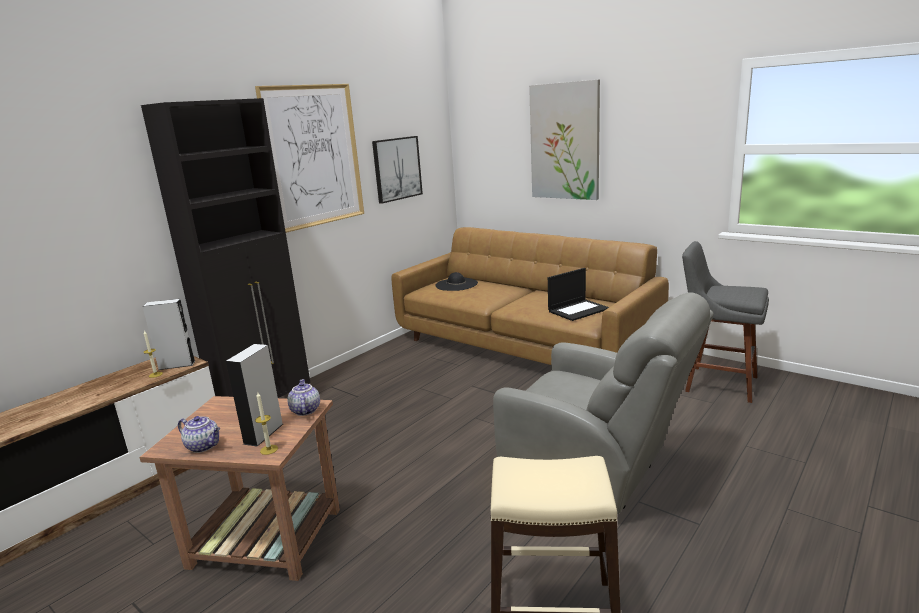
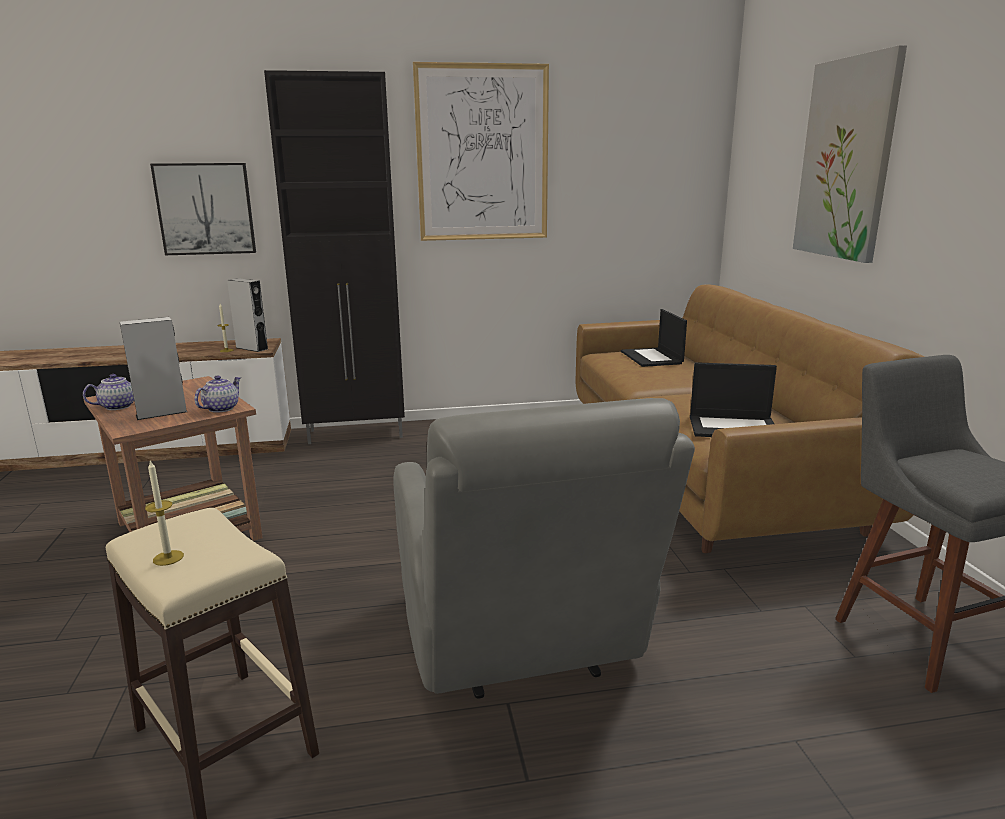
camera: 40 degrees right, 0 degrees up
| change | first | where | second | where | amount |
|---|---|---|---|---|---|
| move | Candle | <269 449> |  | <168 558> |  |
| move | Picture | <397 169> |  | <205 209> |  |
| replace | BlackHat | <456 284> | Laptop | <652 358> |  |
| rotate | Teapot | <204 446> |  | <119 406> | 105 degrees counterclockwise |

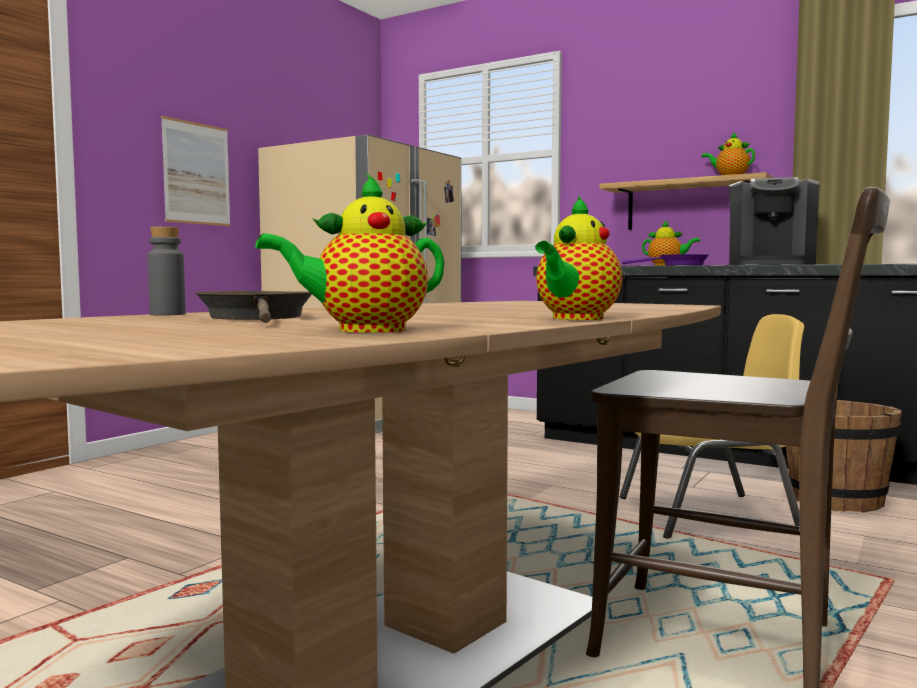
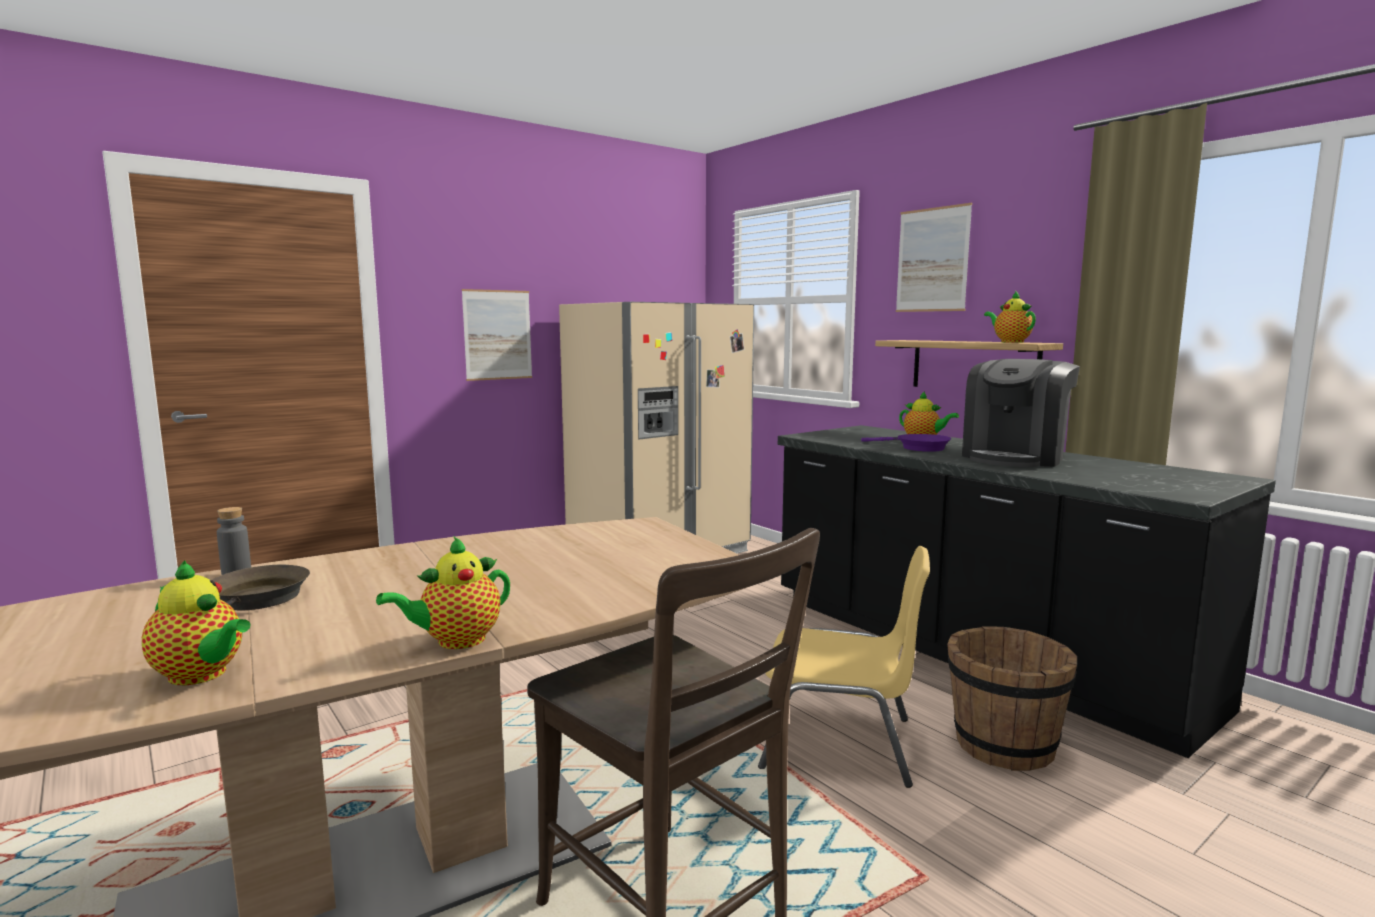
camera: 20 degrees right, 5 degrees up
| change | first | where | second | where | amount |
|---|---|---|---|---|---|
| insert |  |  | Picture | <932 260> |  |
| rotate | Teapot | <363 330> |  | <201 675> | 150 degrees counterclockwise |

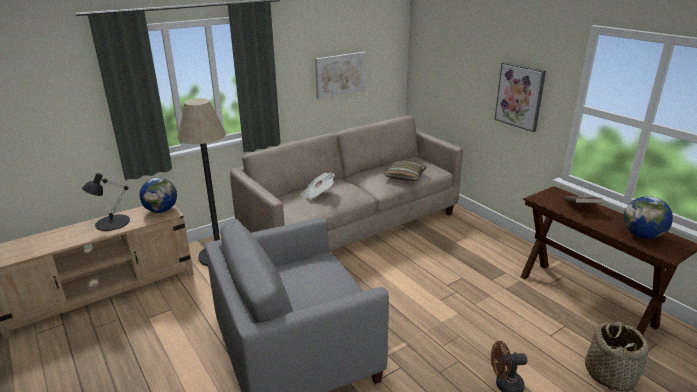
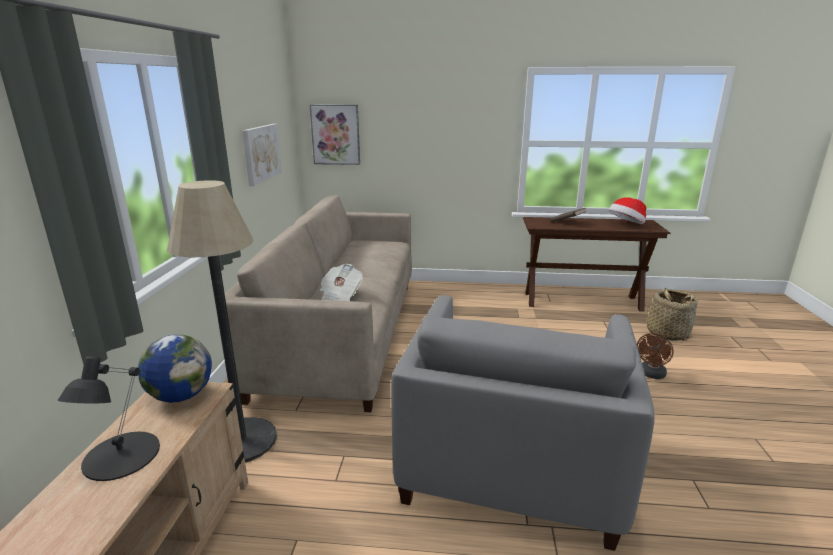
camera: 50 degrees left, 5 degrees down
| change | first | where | second | where | amount |
|---|---|---|---|---|---|
| delete | Pillow | <405 176> |  |  |  |
| move | Picture | <519 96> |  | <335 134> |  |
| replace | Globe | <642 235> | Hat | <626 225> |  |

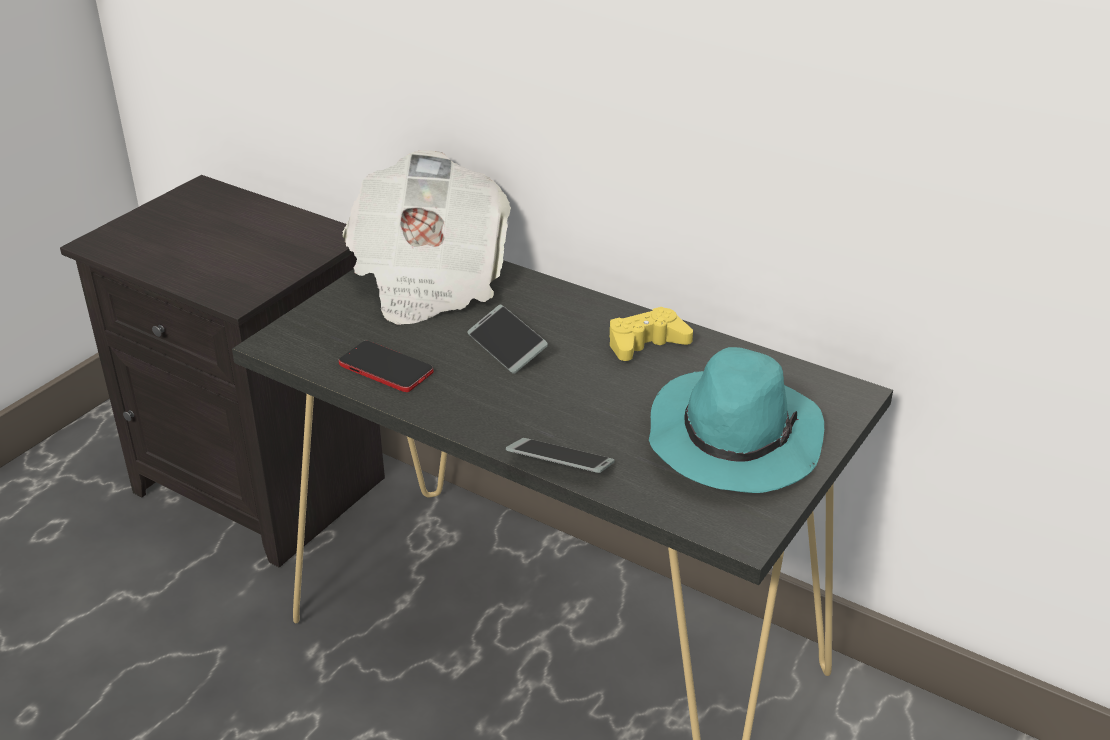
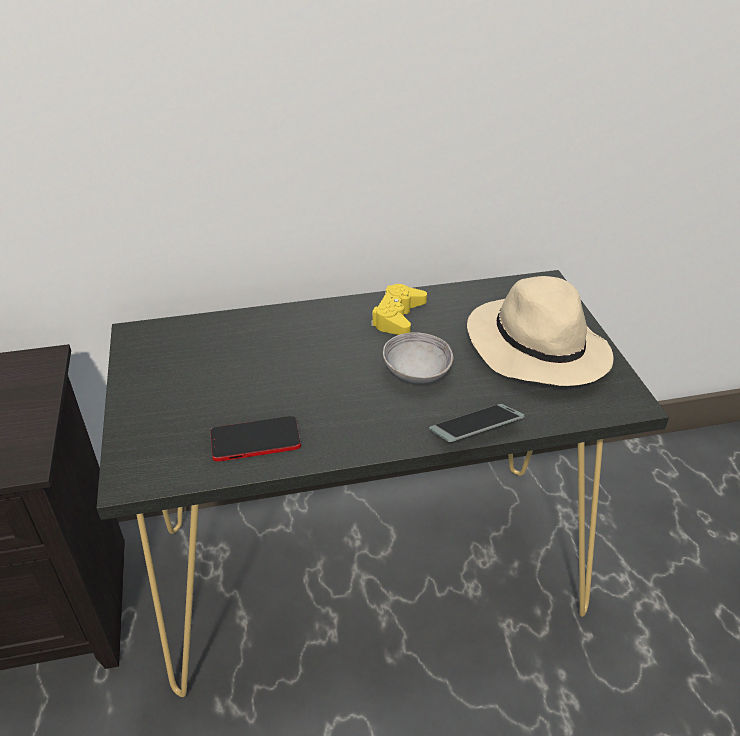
camera: 45 degrees left, 5 degrees up
| change | first | where | second | where | amount |
|---|---|---|---|---|---|
| delete | Newspaper | <428 279> |  |  |  |
| delete | Phone | <507 347> |  |  |  |
| insert |  |  | GreyBowl | <417 373> |  |
| recolor | TurquoiseHat | <733 438> | BeigeHat | <535 347> |  |

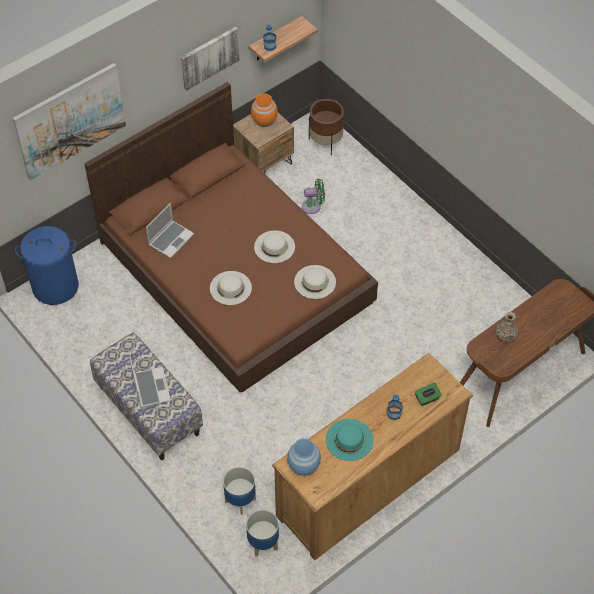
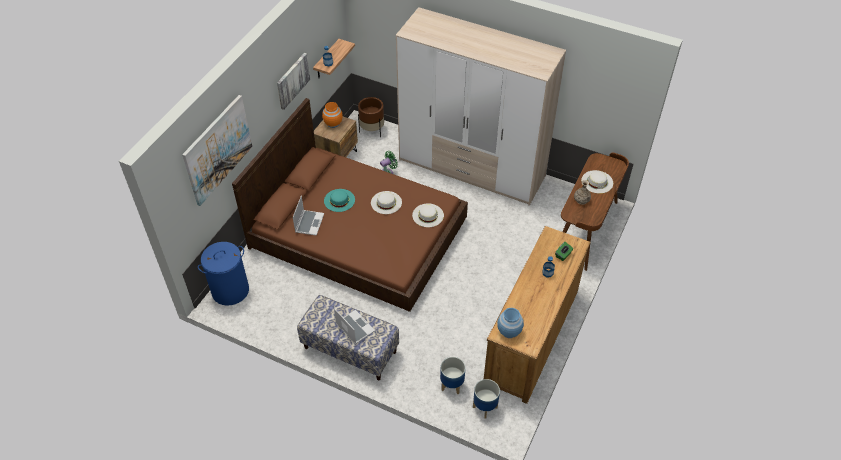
camera: 25 degrees left, 5 degrees down
| change | first | where | second | where | amount |
|---|---|---|---|---|---|
| insert |  |  | Wardrobe | <471 168> |  |
| move | WhiteHat | <230 288> |  | <597 181> |  |
| move | TurquoiseHat | <349 439> |  | <339 200> |  |

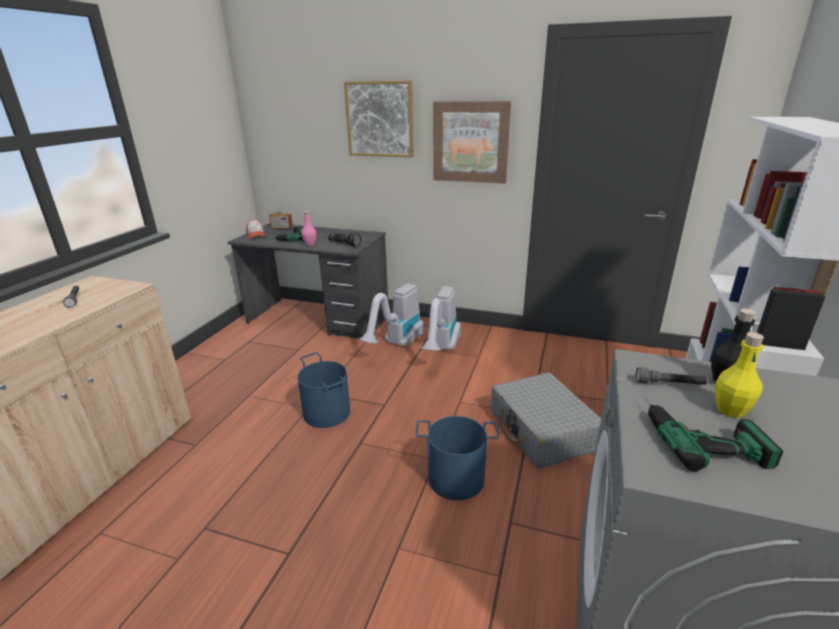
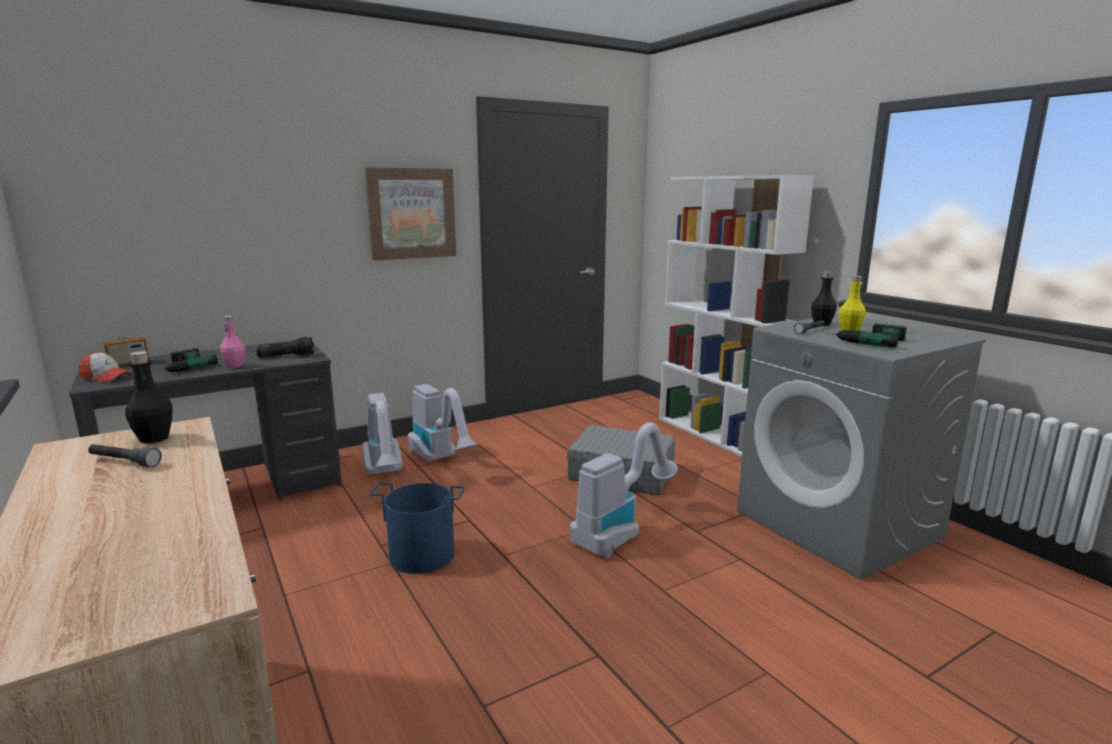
camera: 50 degrees left, 10 degrees down
| change | first | where | second | where | amount |
|---|---|---|---|---|---|
| delete | Picture | <380 119> |  |  |  |
| insert |  |  | BlackBottle | <154 438> |  |
| replace | BlueBucket | <456 477> | VacuumCleaner | <620 530> |  |

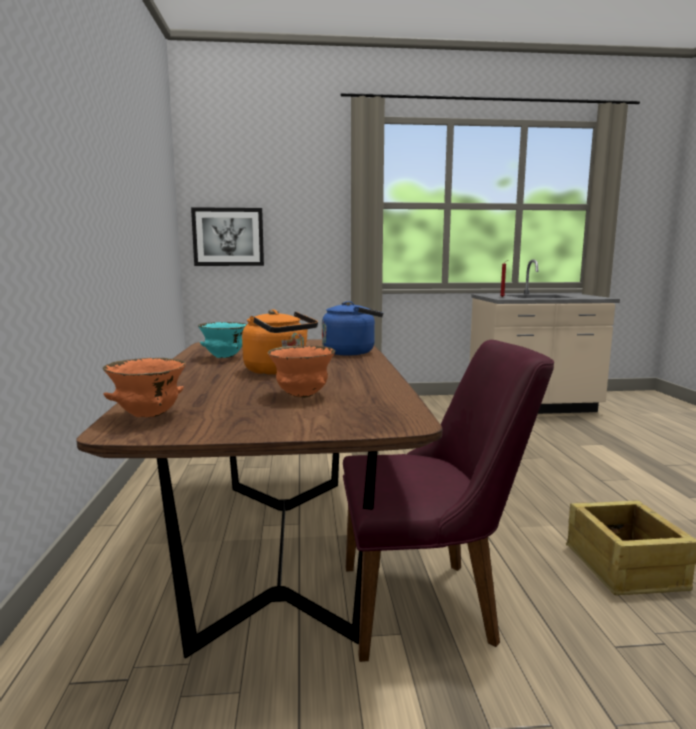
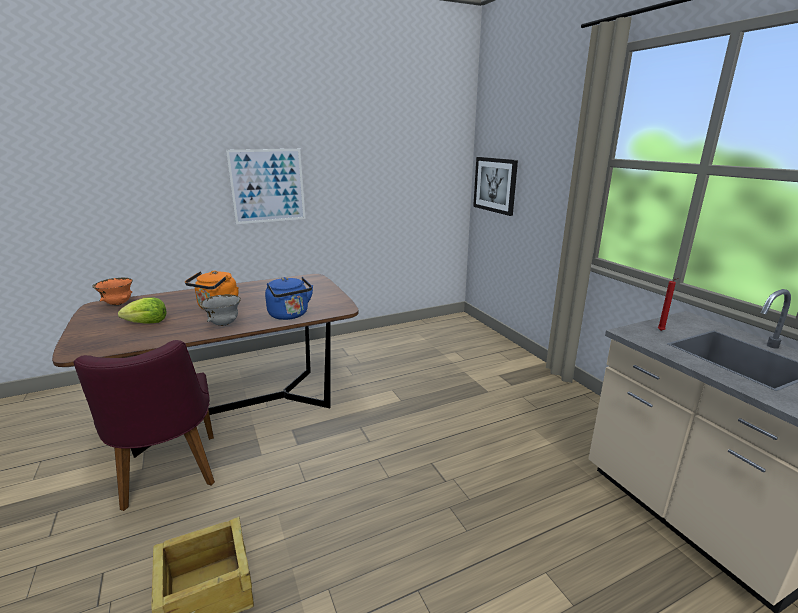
camera: 70 degrees right, 10 degrees up
| change | first | where | second | where | amount |
|---|---|---|---|---|---|
| delete | TurquoiseBowl | <224 357> |  |  |  |
| insert |  |  | GreyBowl | <224 324> |  |
| insert |  |  | Picture | <267 186> |  |
| replace | OrangeBowl | <302 396> | Lettuce | <147 323> |  |

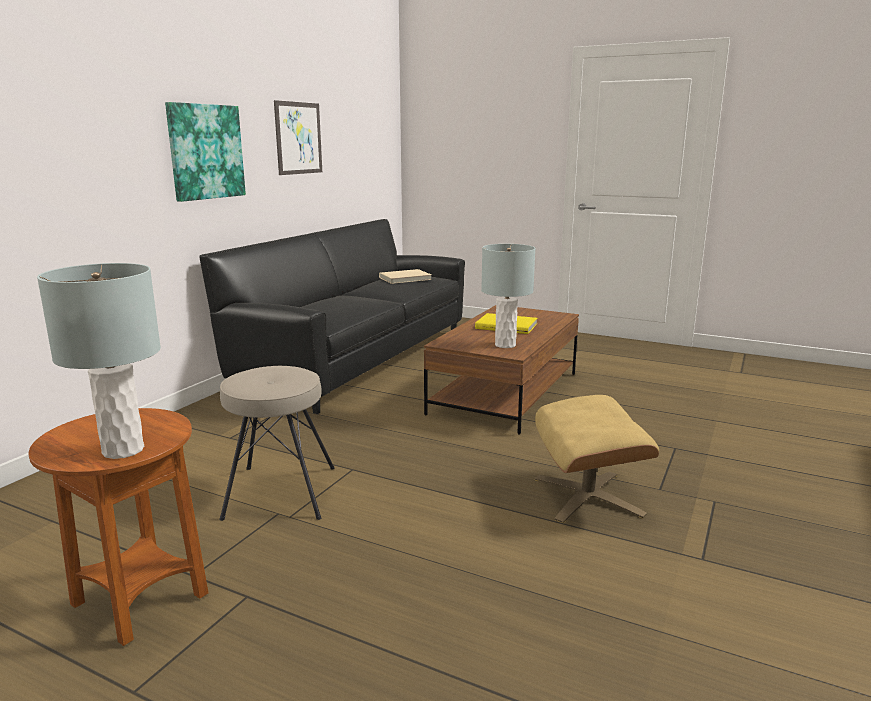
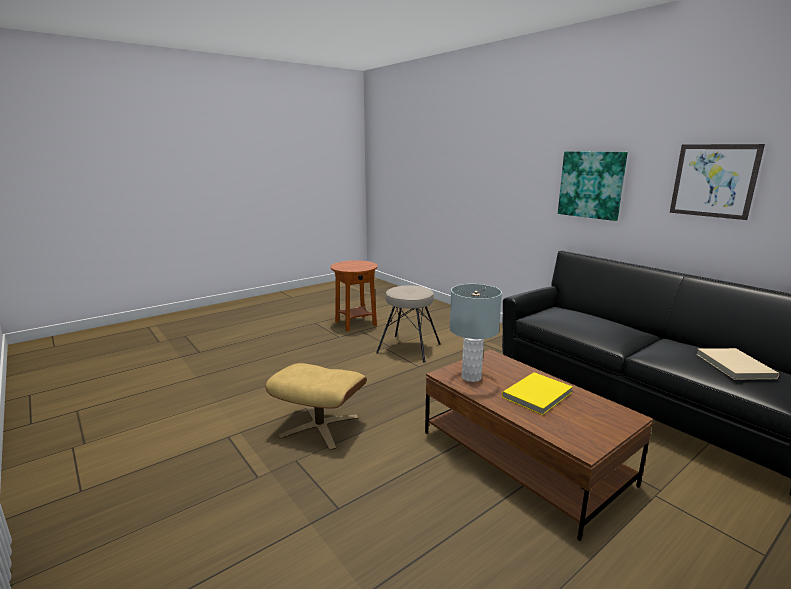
camera: 115 degrees right, 0 degrees up
| change | first | where | second | where | amount |
|---|---|---|---|---|---|
| delete | GreyTableLamp | <123 450> |  |  |  |

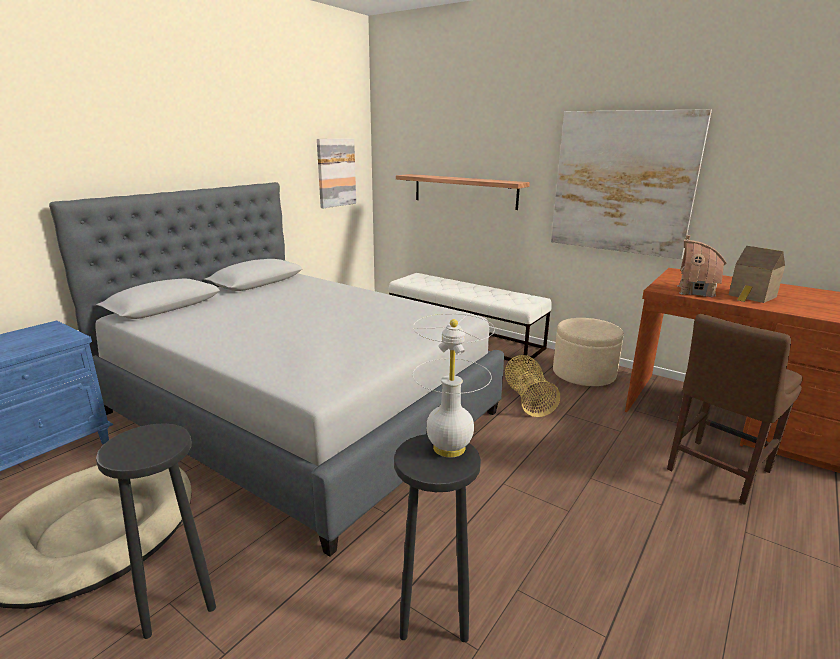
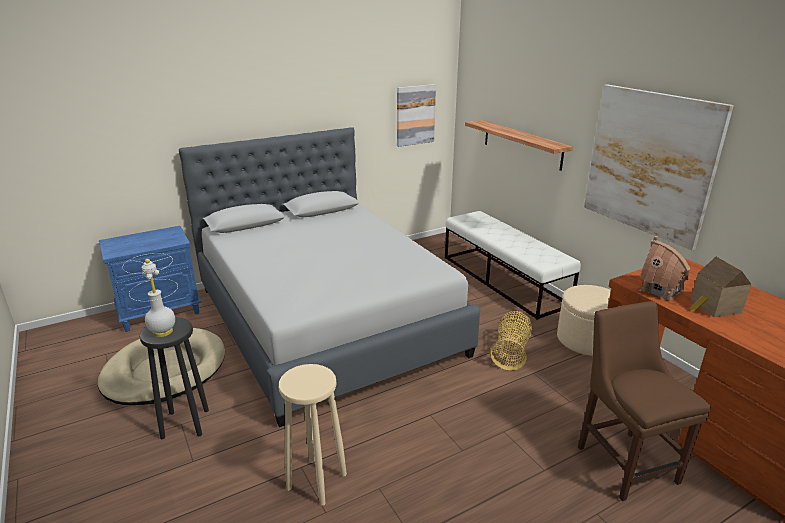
camera: 25 degrees right, 5 degrees up
| change | first | where | second | where | amount |
|---|---|---|---|---|---|
| move | WhiteTableLamp | <449 448> |  | <163 332> |  |
| recolor | BlackStool | <433 612> | BeigeStool | <316 482> |  |
| rotate | BrownChair | <715 472> |  | <624 460> | 90 degrees clockwise |

